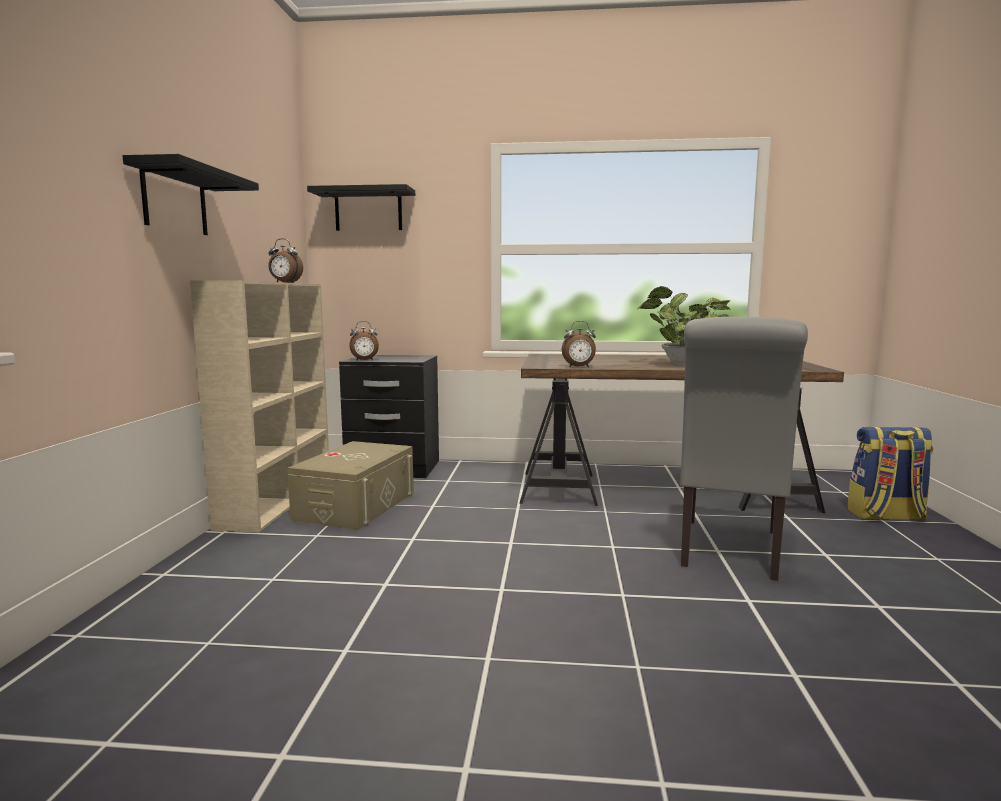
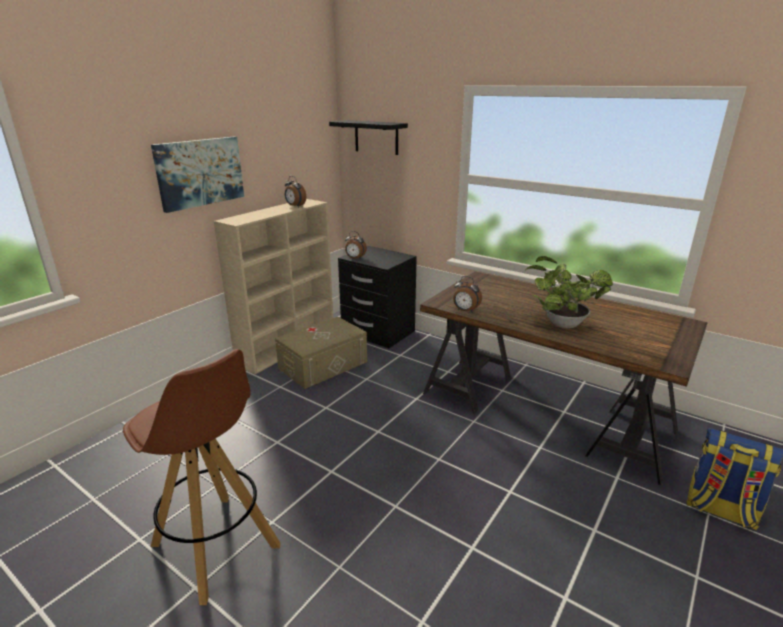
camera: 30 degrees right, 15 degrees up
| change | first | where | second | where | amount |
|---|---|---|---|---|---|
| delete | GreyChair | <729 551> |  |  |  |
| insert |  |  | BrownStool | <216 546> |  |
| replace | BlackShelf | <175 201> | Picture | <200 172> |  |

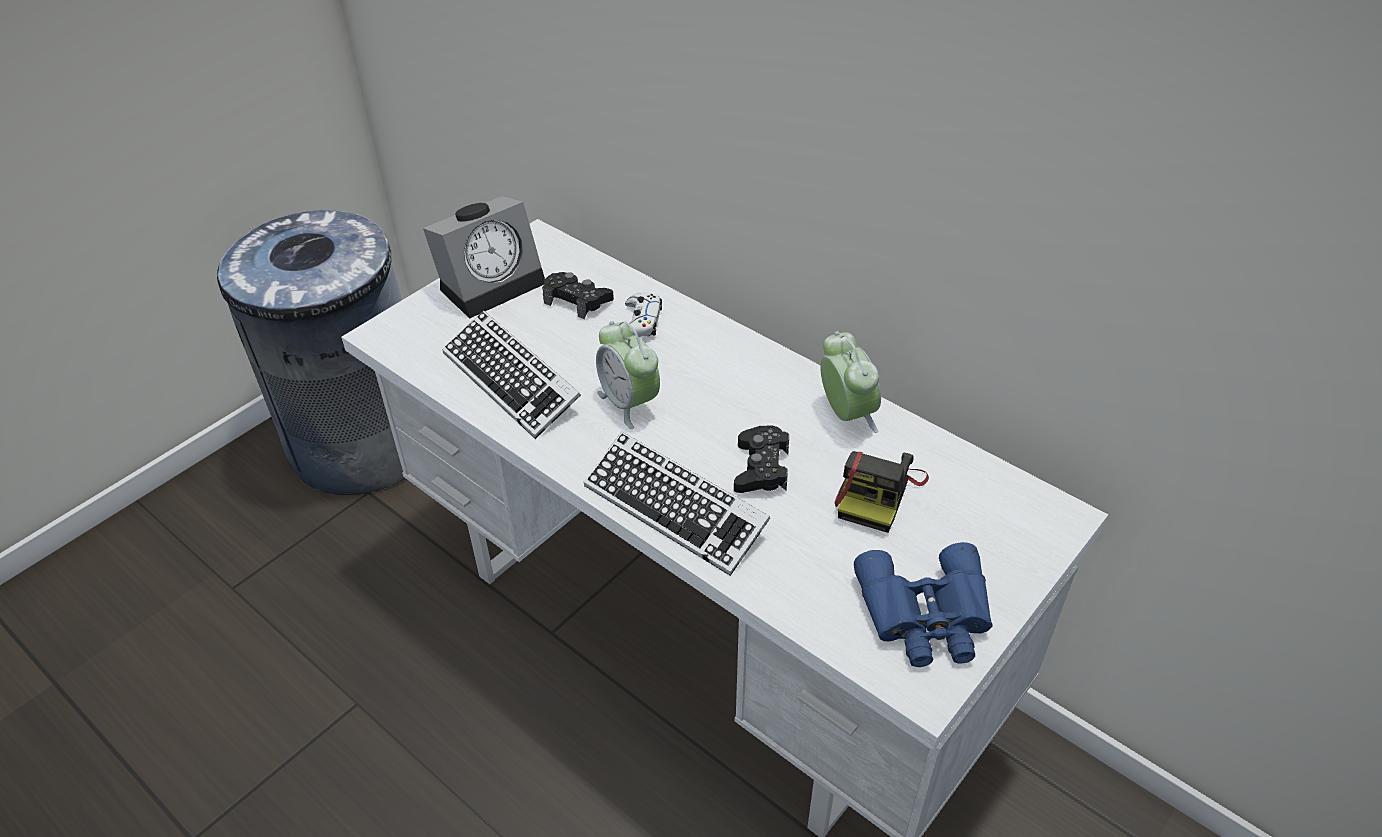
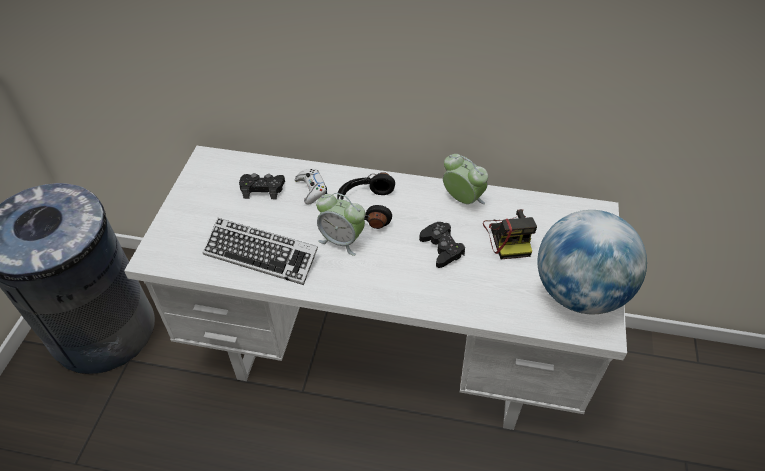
camera: 30 degrees left, 5 degrees up
| change | first | where | second | where | amount |
|---|---|---|---|---|---|
| delete | AlarmClock | <493 283> |  |  |  |
| delete | Keyboard | <675 509> |  |  |  |
| insert |  |  | BlackHeadphones | <366 207> |  |
| replace | BlueBinoculars | <926 616> | Globe | <578 293> |  |

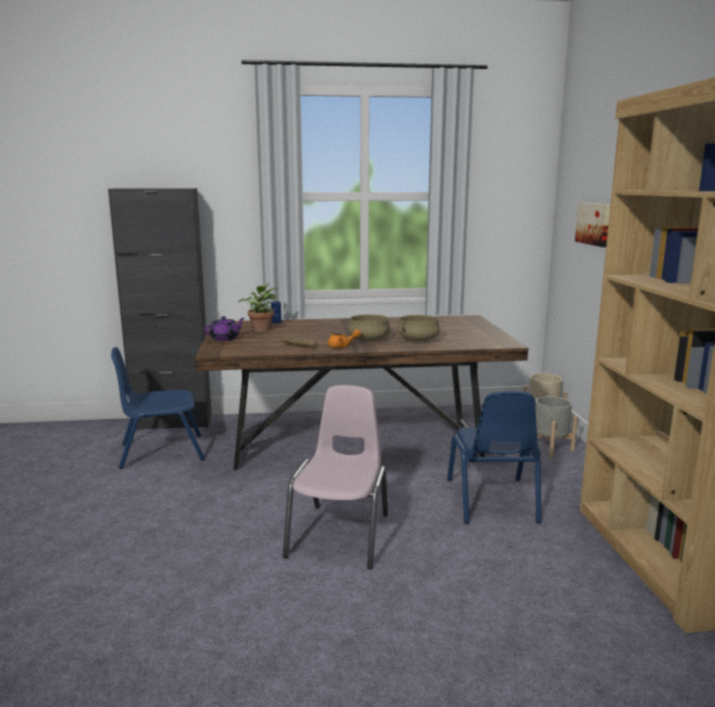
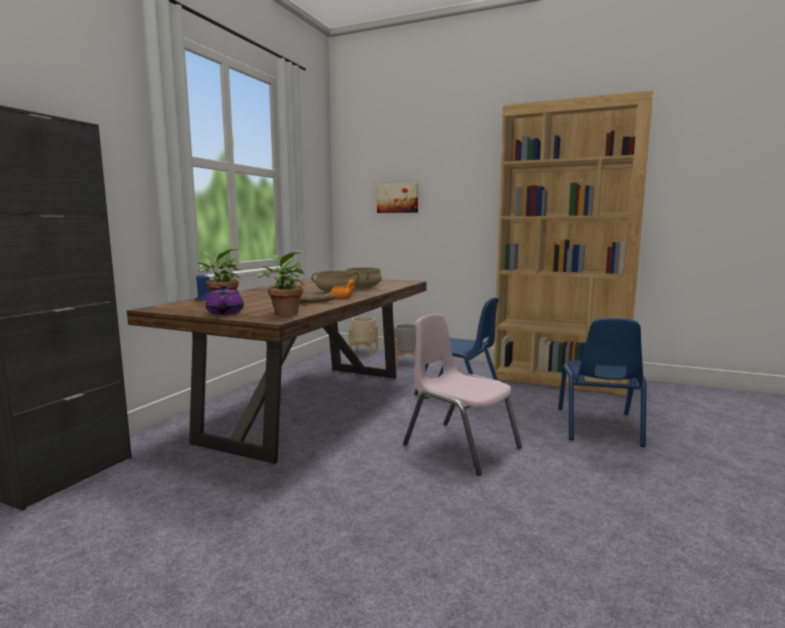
camera: 60 degrees left, 5 degrees down
| change | first | where | second | where | amount |
|---|---|---|---|---|---|
| insert |  |  | PottedPlant | <284 313> |  |
| move | BlueChair | <161 451> |  | <598 426> |  |

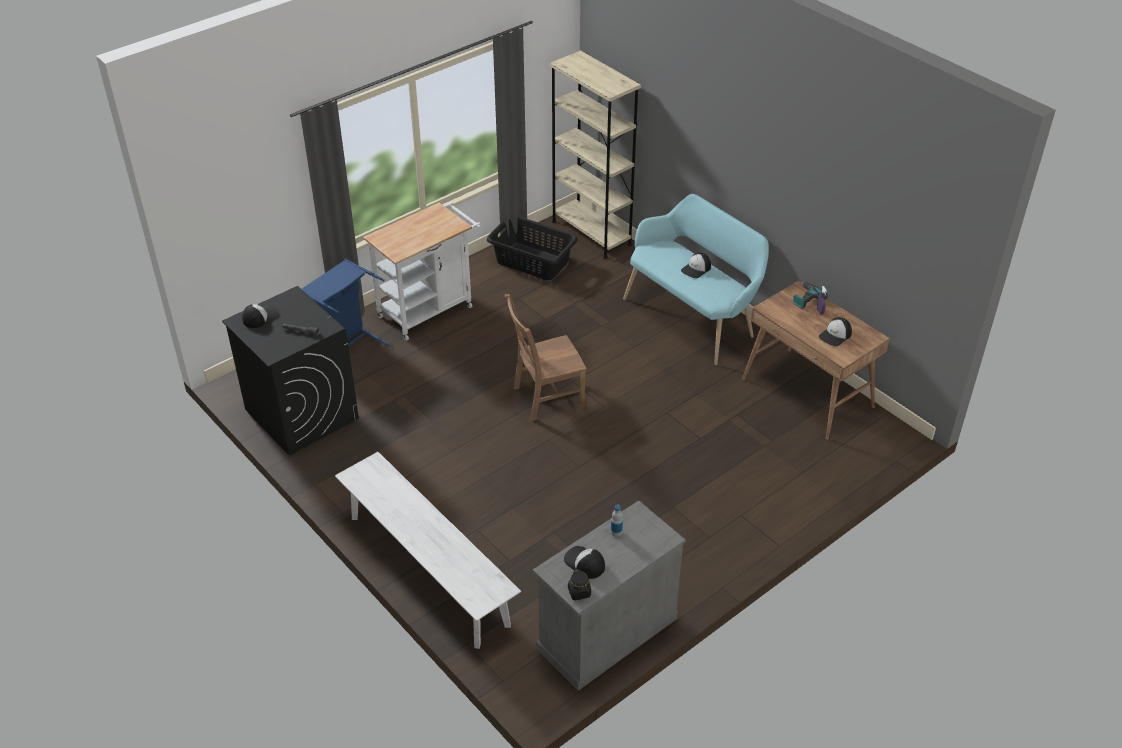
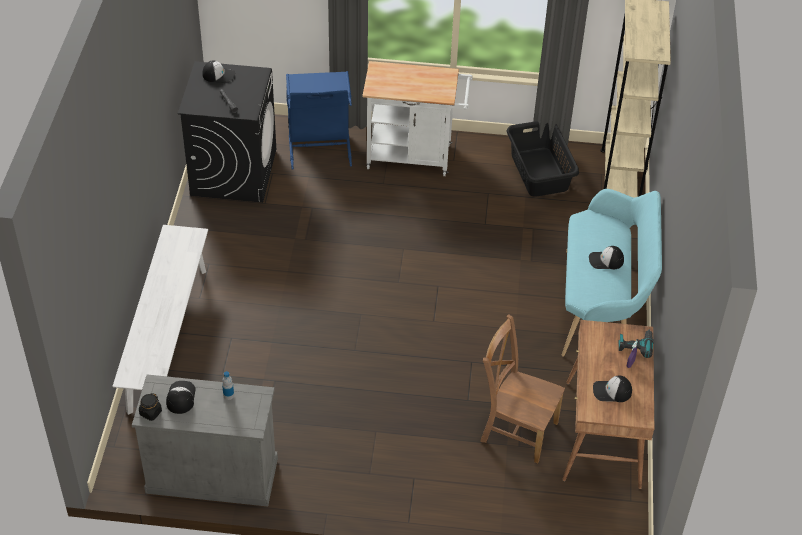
camera: 45 degrees right, 5 degrees up
| change | first | where | second | where | amount |
|---|---|---|---|---|---|
| move | BrownChair | <545 397> |  | <516 430> |  |

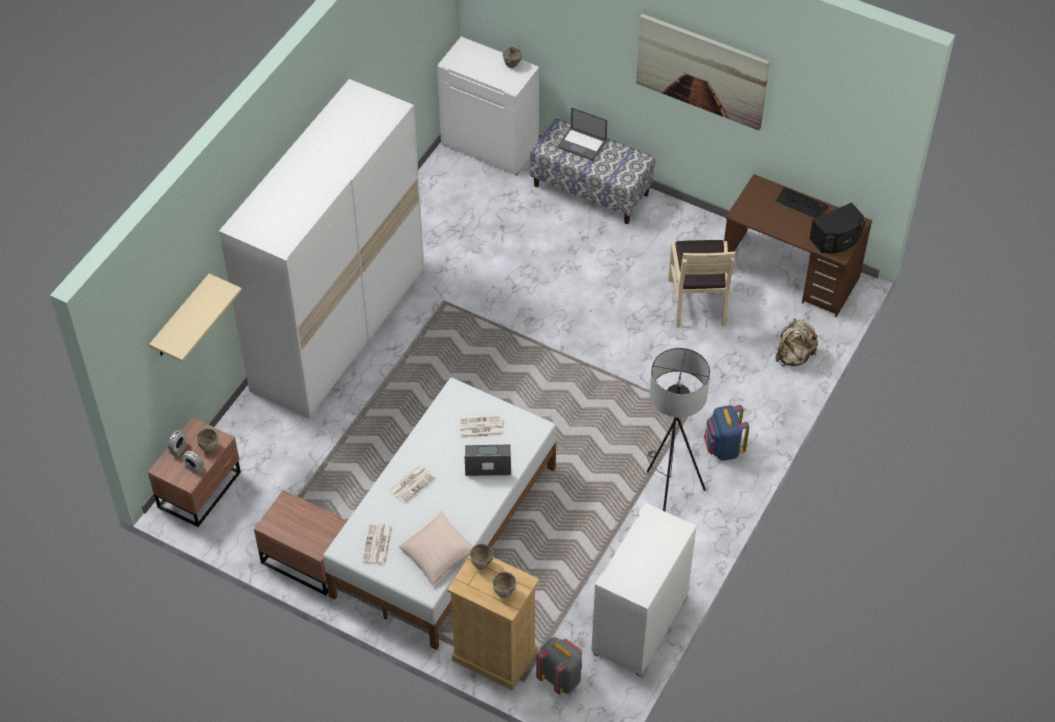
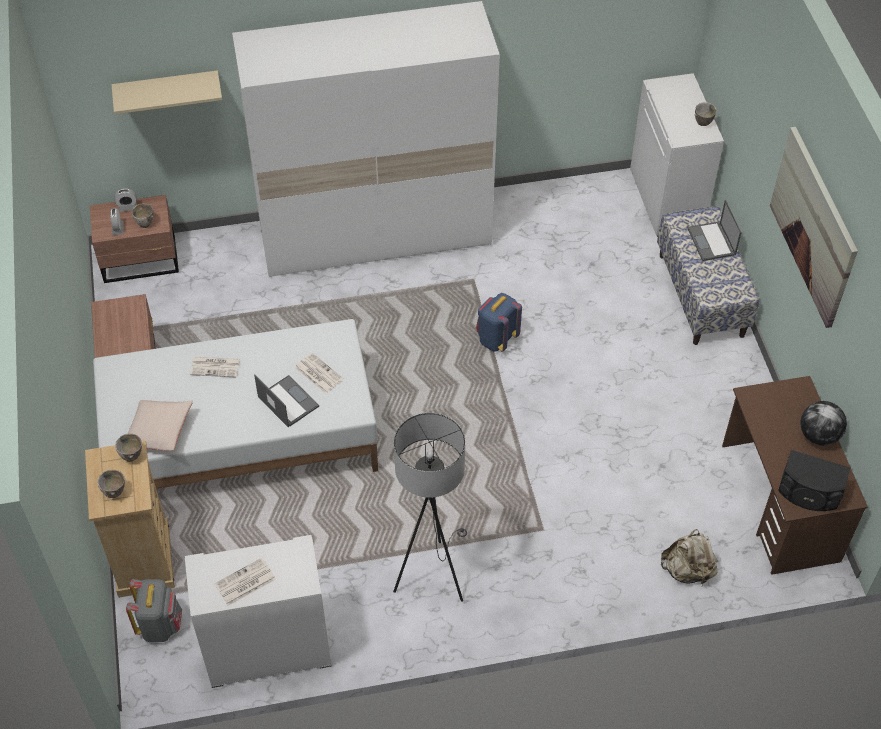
camera: 50 degrees right, 0 degrees up
| change | first | where | second | where | amount |
|---|---|---|---|---|---|
| delete | BeigeChair | <698 301> |  |  |  |
| move | Newspaper | <378 545> |  | <244 583> |  |
| move | BlueBackpack | <723 448> |  | <496 339> |  |
| replace | Keyboard | <801 203> | Globe | <819 436> |  |

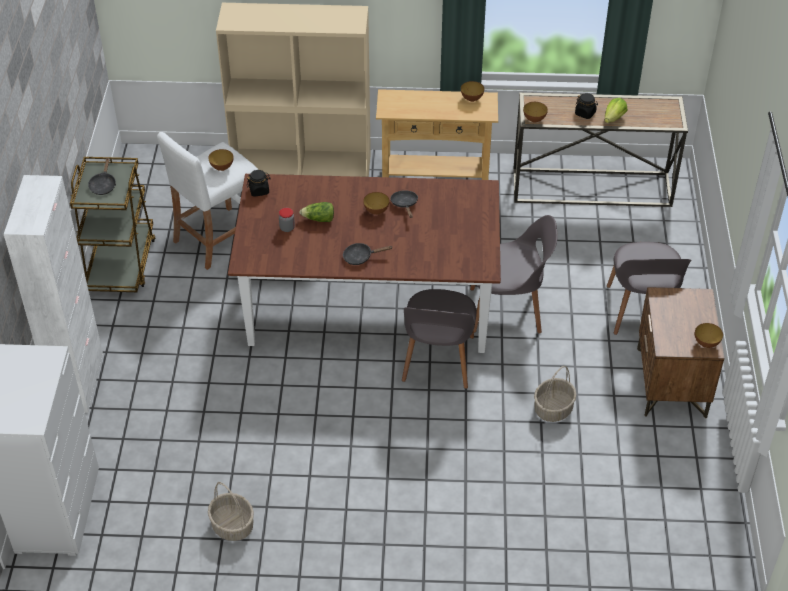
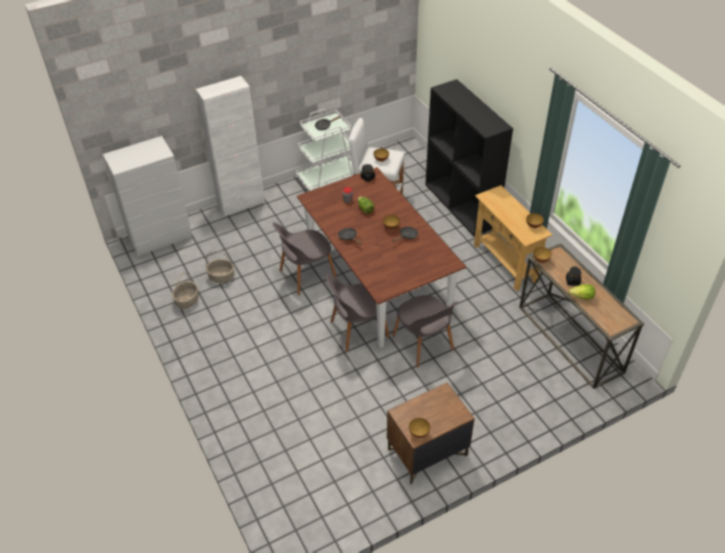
camera: 60 degrees right, 0 degrees up
| change | first | where | second | where | amount |
|---|---|---|---|---|---|
| move | Basket | <553 409> |  | <221 277> |  |
| move | GreyChair | <641 311> |  | <306 275> |  |
| recolor | BrownCart | <121 264> | WhiteCart | <328 178> |  |
| recolor | BeigeBookcase | <303 165> | BlackBookcase | <461 205> |  |

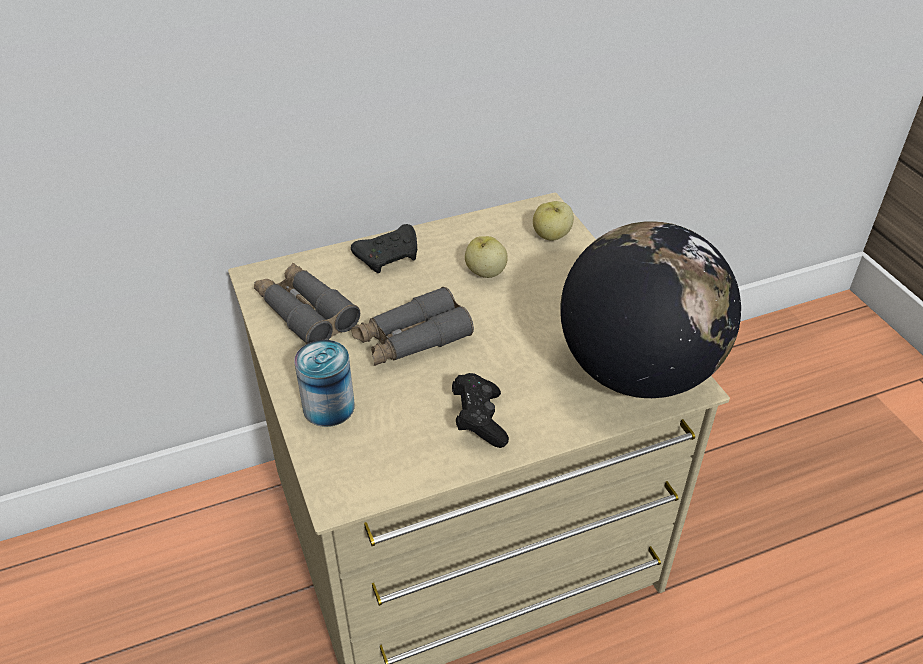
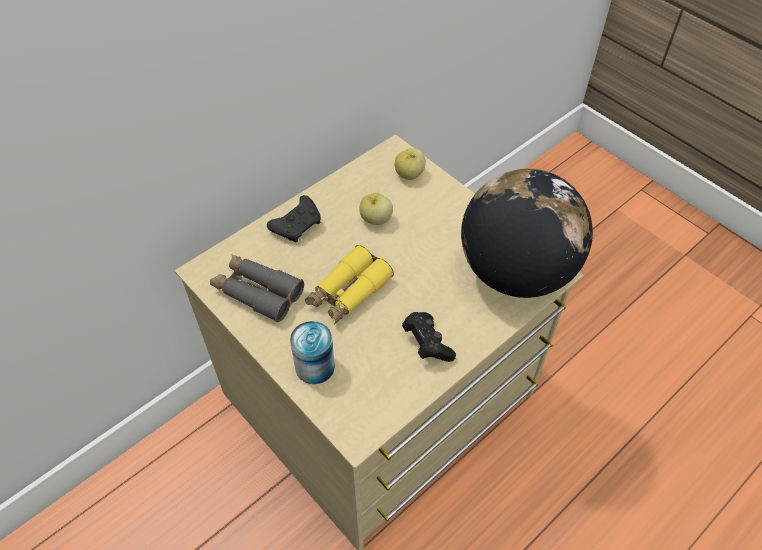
camera: 20 degrees left, 10 degrees up
| change | first | where | second | where | amount |
|---|---|---|---|---|---|
| recolor | GreyBinoculars | <411 339> | YellowBinoculars | <348 292> |  |

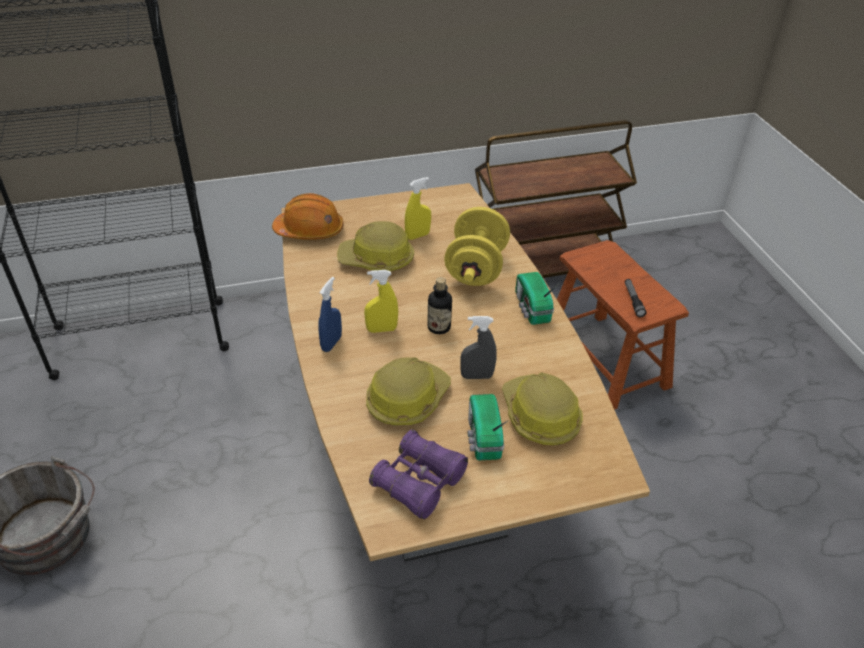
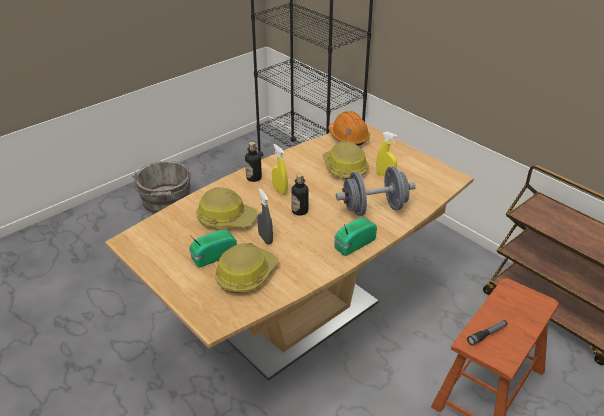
camera: 65 degrees right, 5 degrees down
| change | first | where | second | where | amount |
|---|---|---|---|---|---|
| delete | PurpleBinoculars | <419 482> |  |  |  |
| replace | BlueSprayBottle | <331 343> | Bottle | <254 178> |  |
| recolor | YellowDumbbell | <476 268> | GreyDumbbell | <374 208> |  |

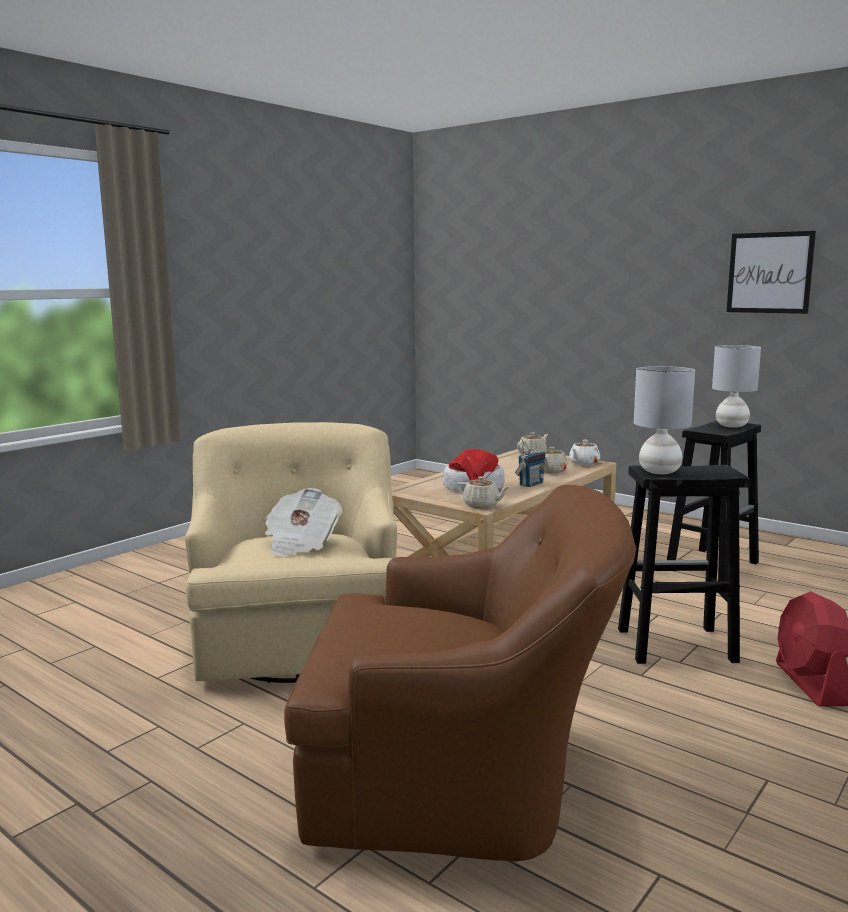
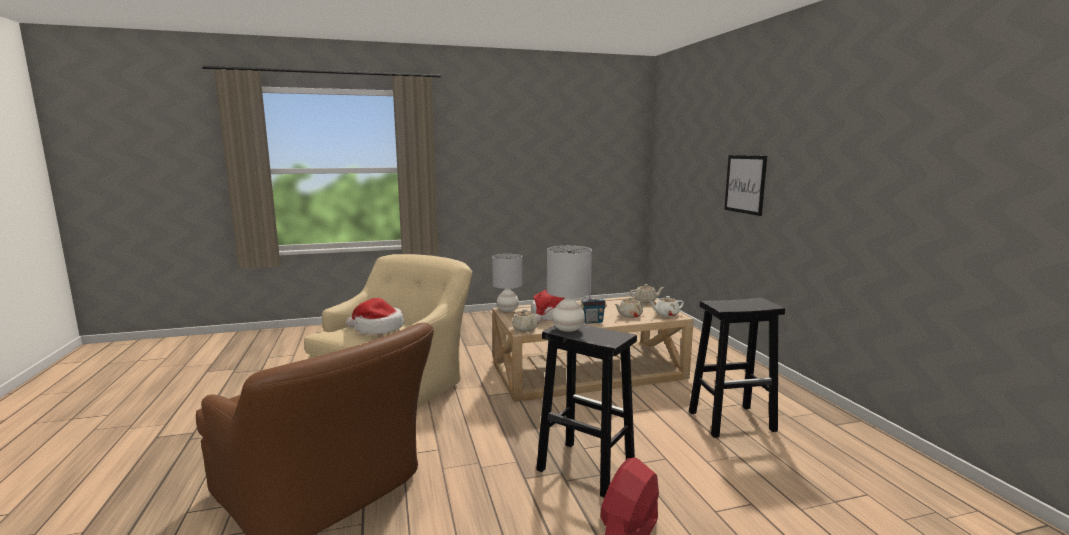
camera: 35 degrees right, 0 degrees up
| change | first | where | second | where | amount |
|---|---|---|---|---|---|
| move | GreyTableLamp | <731 426> |  | <508 309> |  |
| move | Picture | <769 273> |  | <745 184> |  |
| replace | Newspaper | <301 543> | Hat | <377 329> |  |

